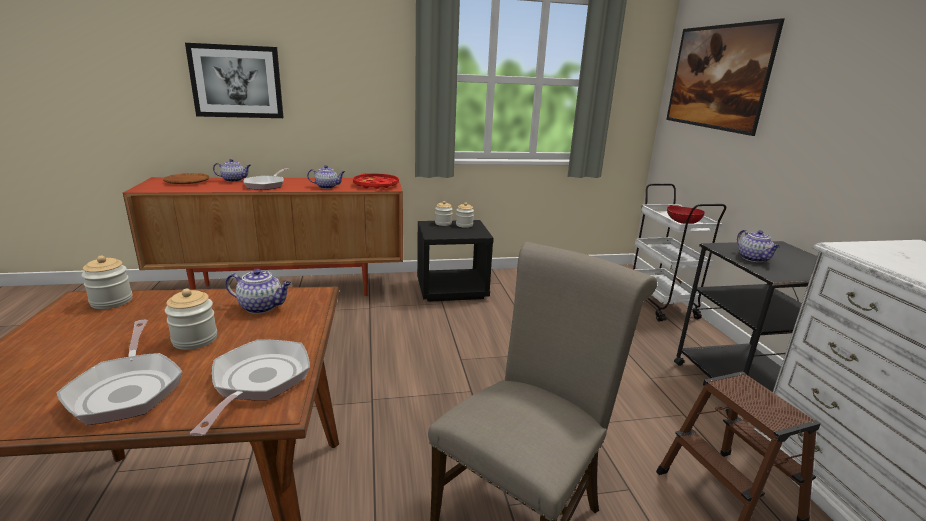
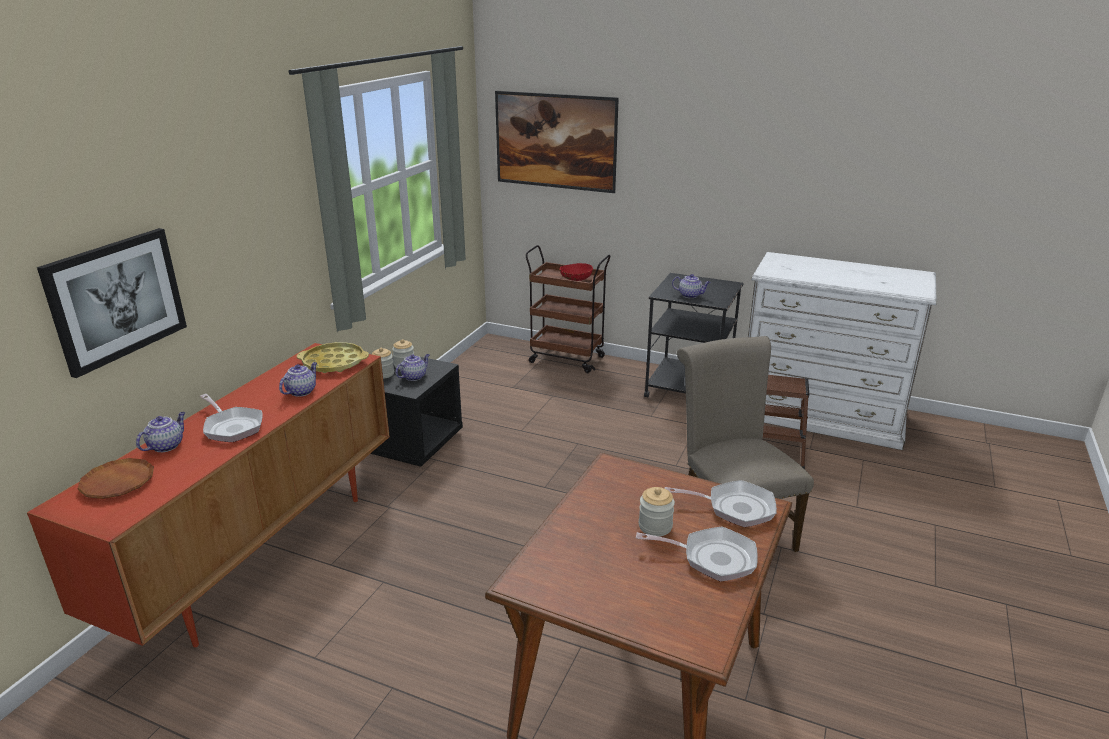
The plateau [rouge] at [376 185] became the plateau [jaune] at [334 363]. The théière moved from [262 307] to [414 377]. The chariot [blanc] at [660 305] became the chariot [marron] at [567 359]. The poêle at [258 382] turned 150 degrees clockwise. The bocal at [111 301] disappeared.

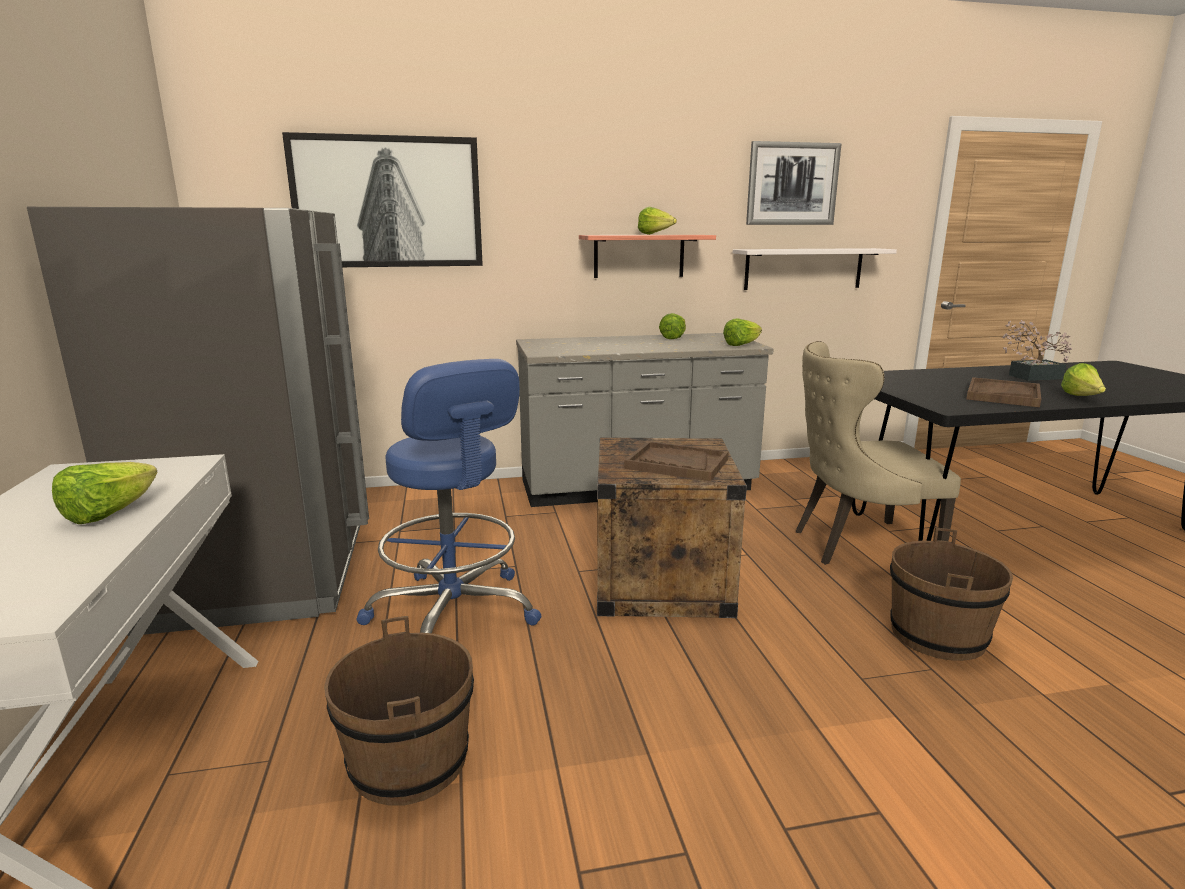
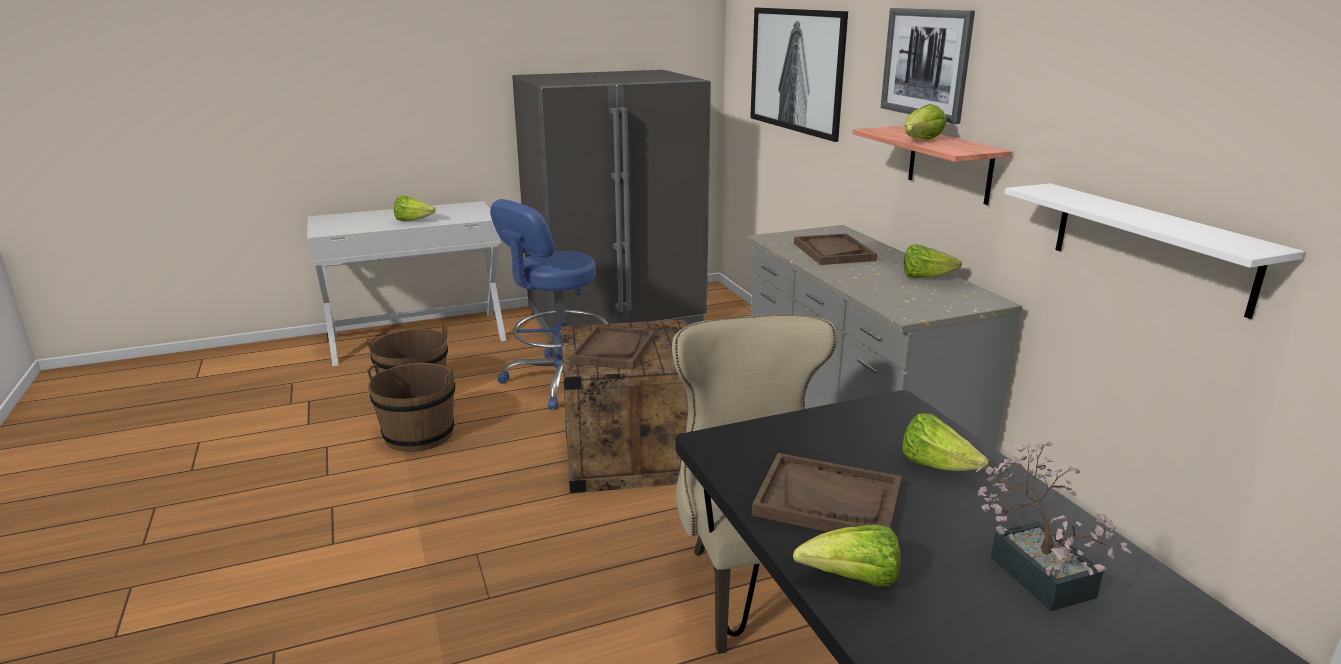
The seau [marron] moved from [938 635] to [419 435]. The plateau [marron] at [833 252] appeared. The tableau moved from [792 184] to [926 63]. The laitue moved from [741 345] to [936 466].

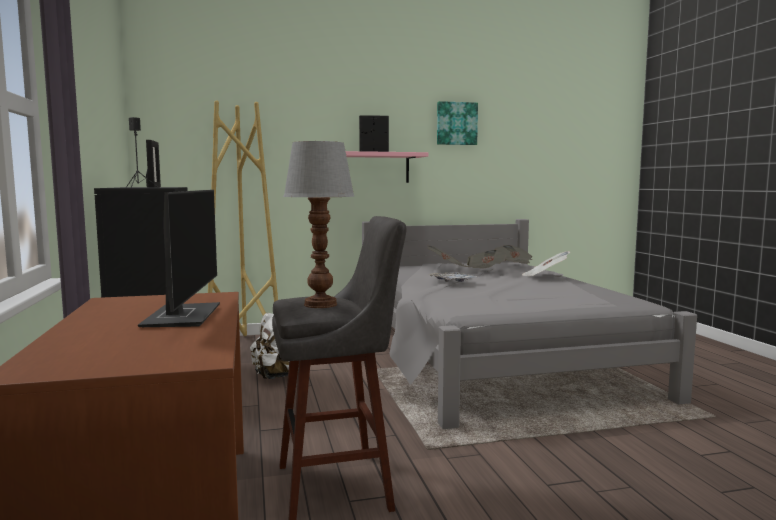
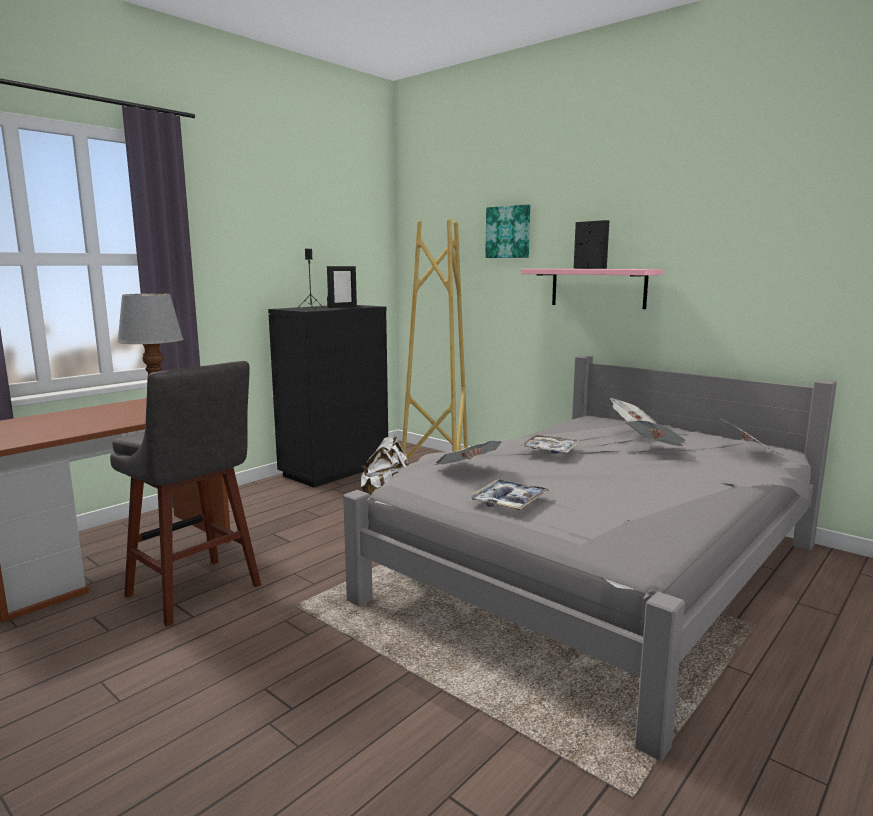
The journal moved from [544 276] to [467 471]. The plateau at [508 502] appeared. The tableau moved from [456 123] to [508 232]. The écran d'ordinateur at [182 316] disappeared.

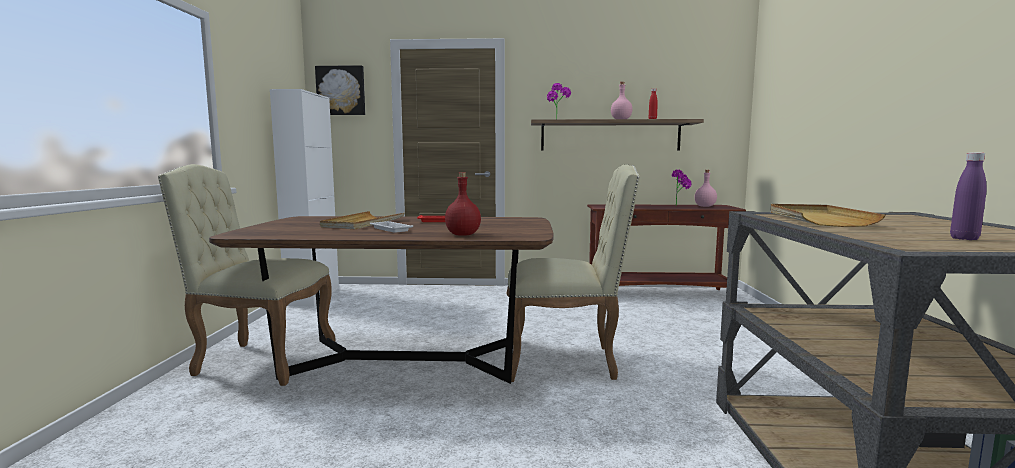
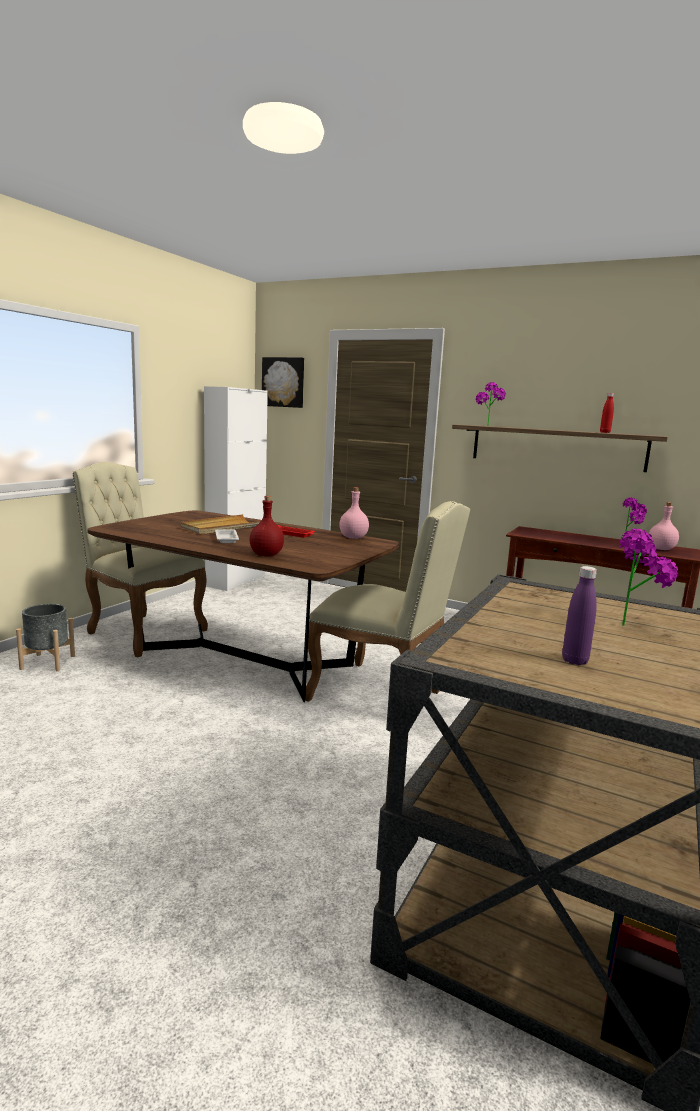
The cache-pot [gris] at [47 662] appeared. The bouteille [rose] moved from [620 119] to [353 537]. The plante en pot at [633 624] appeared. The plateau [beige] at [817 219] disappeared.

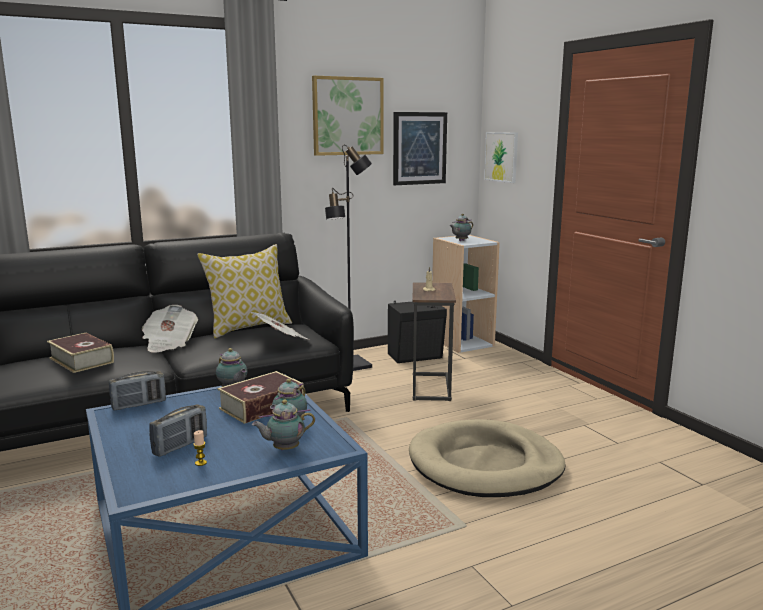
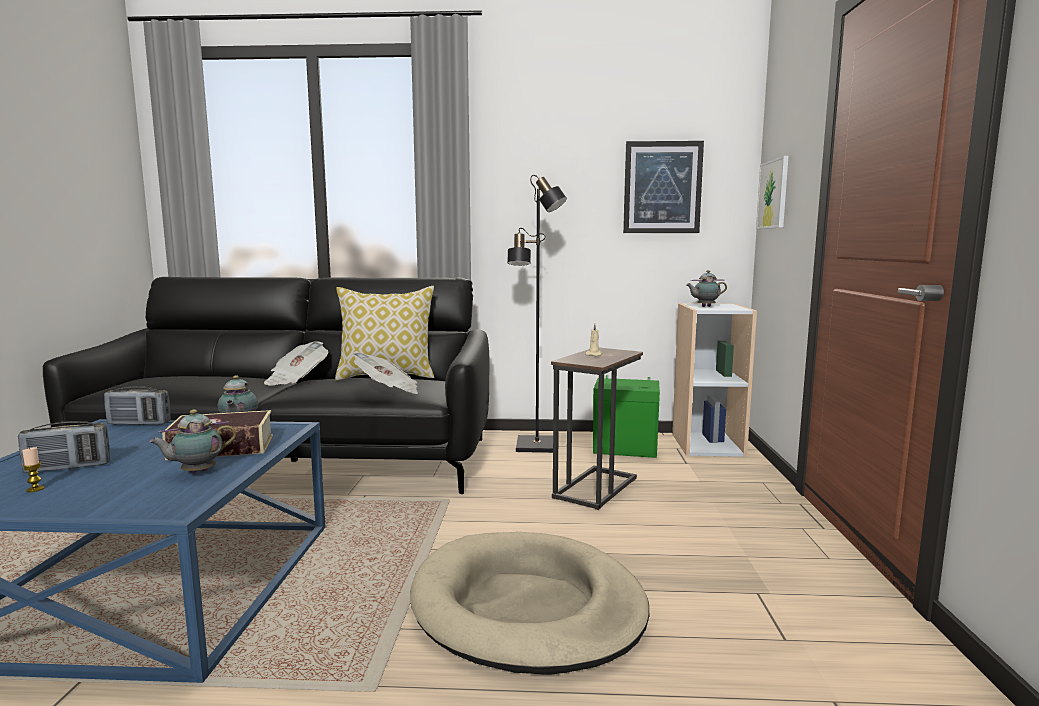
The enceinte [noir] at [416 357] became the enceinte [vert] at [626 450]. The livre at [81 360] disappeared. The théière at [284 449] disappeared. The tableau at [347 116] disappeared.

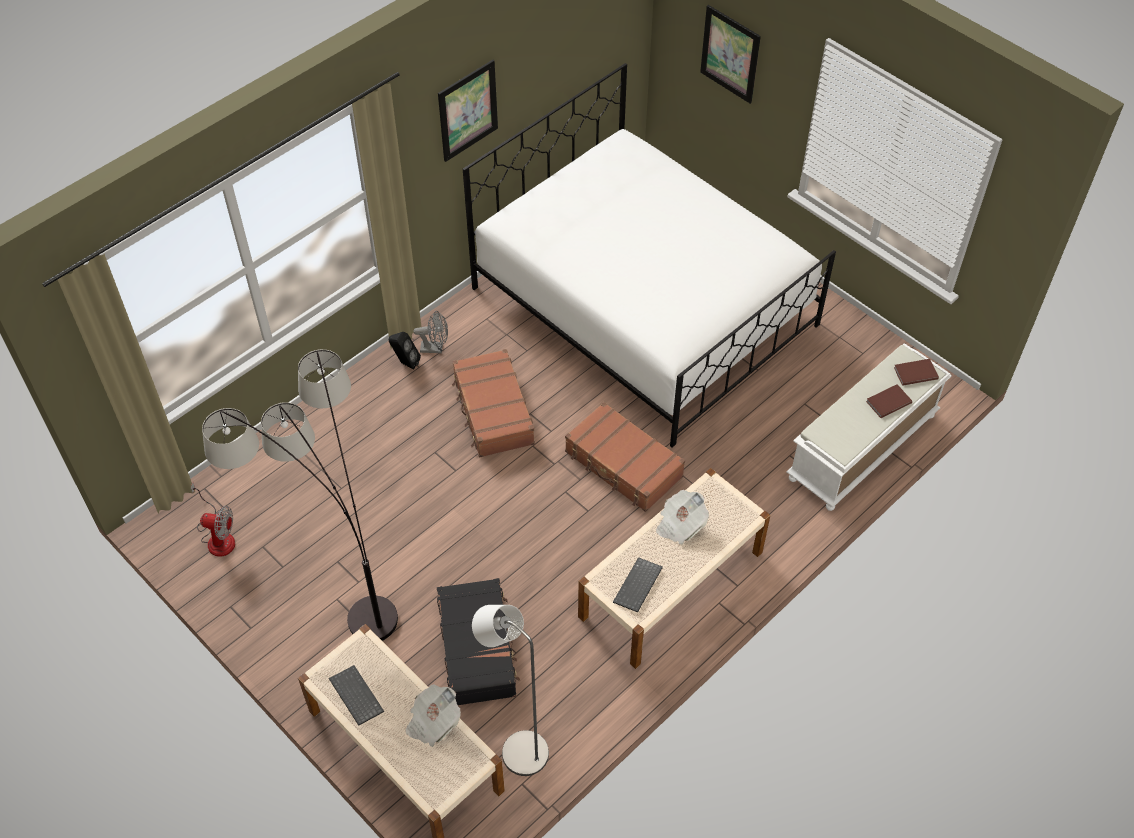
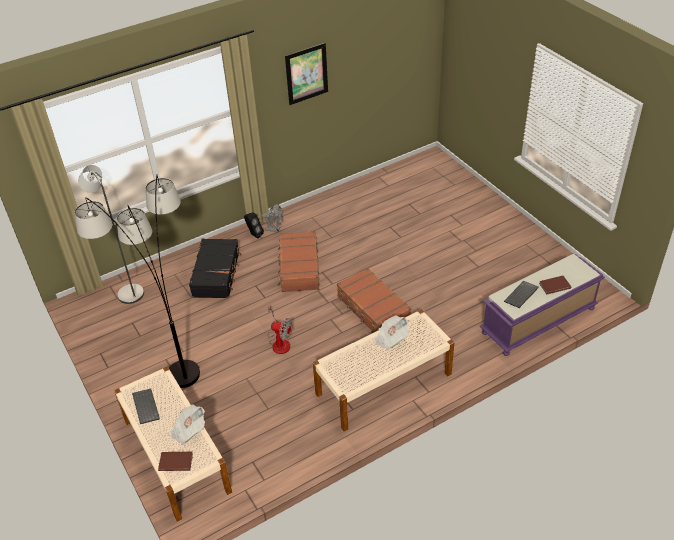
The lampadaire [gris] moved from [517 748] to [128 291]. The livre [marron] moved from [914 373] to [175 461]. The valise [noir] moved from [478 648] to [217 274]. The ventilateur moved from [217 537] to [279 342]. The banc [blanc] at [862 448] became the banc [violet] at [538 321]. The clavier moved from [638 586] to [521 295]. The lit [blanc] at [643 306] disappeared. The tableau at [730 54] disappeared.

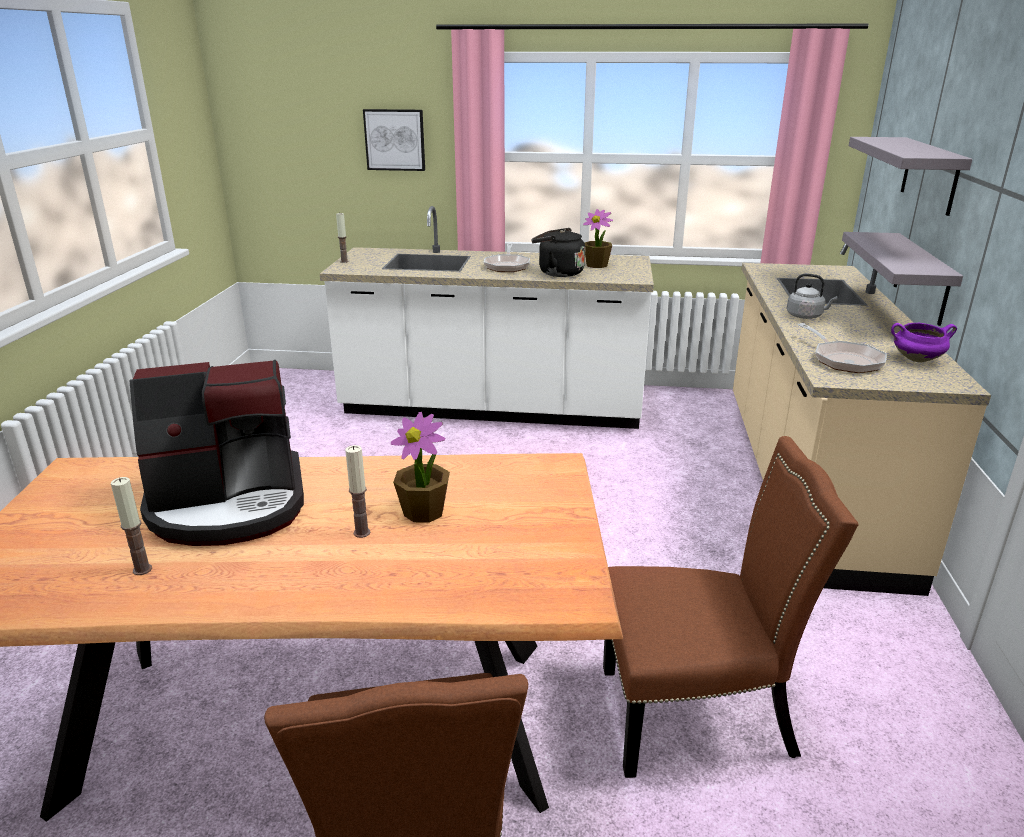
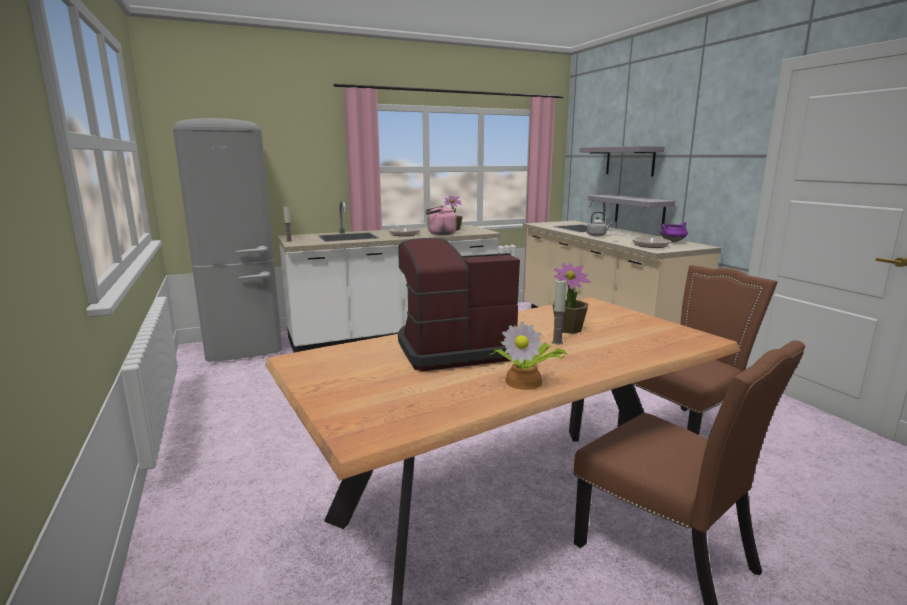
The réfrigérateur [gris] at [245 348] appeared. The machine à café at [229 505] turned 150 degrees counterclockwise. The bouilloire [noir] at [557 273] became the bouilloire [rose] at [439 233]. The plante en pot at [525 380] appeared. The bougie at [142 569] disappeared. The tableau at [395 140] disappeared.

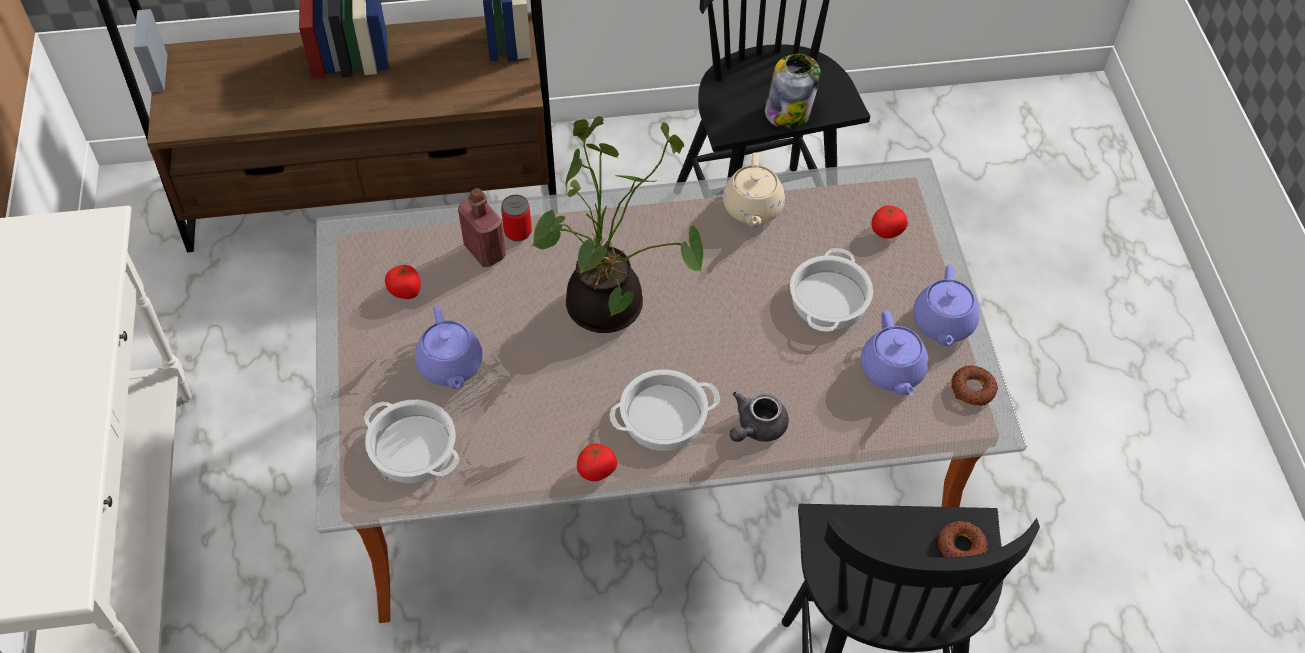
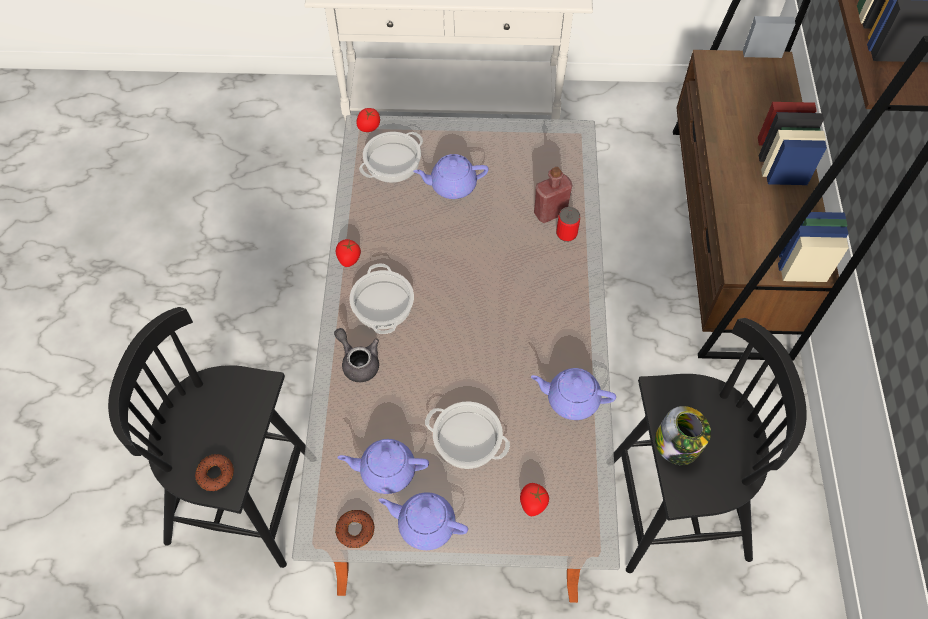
The tomate moved from [405 291] to [369 127]. The théière [beige] at [752 208] became the théière [violet] at [571 399]. The plante en pot at [611 307] disappeared.

